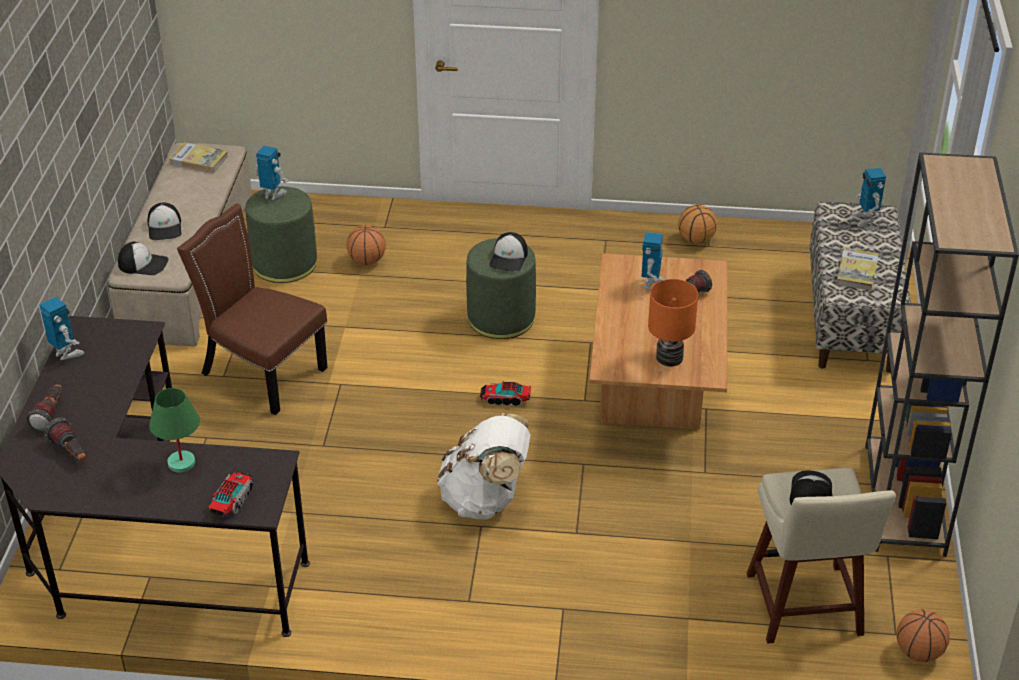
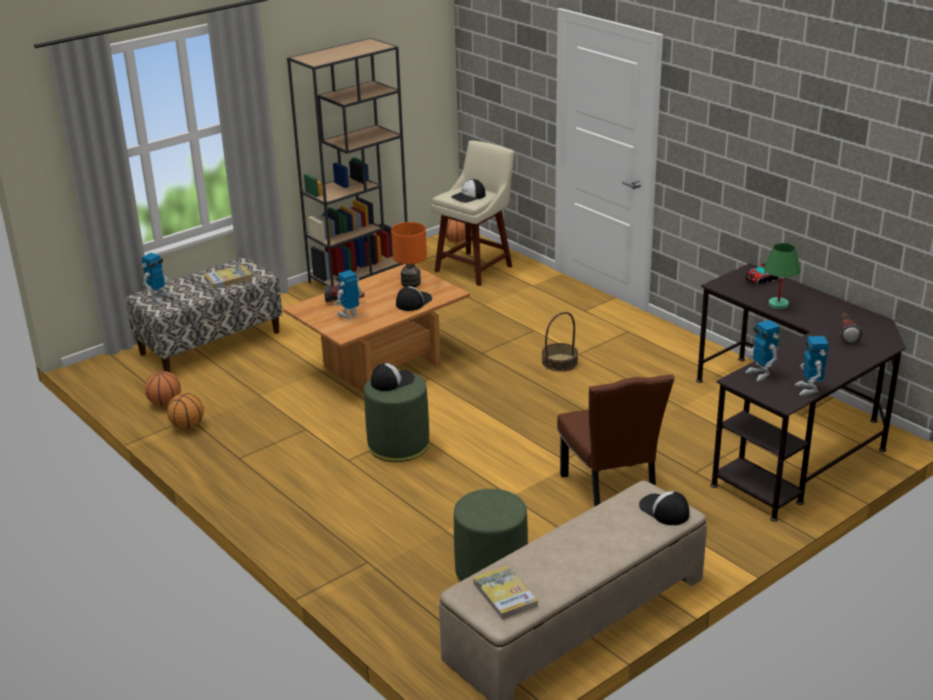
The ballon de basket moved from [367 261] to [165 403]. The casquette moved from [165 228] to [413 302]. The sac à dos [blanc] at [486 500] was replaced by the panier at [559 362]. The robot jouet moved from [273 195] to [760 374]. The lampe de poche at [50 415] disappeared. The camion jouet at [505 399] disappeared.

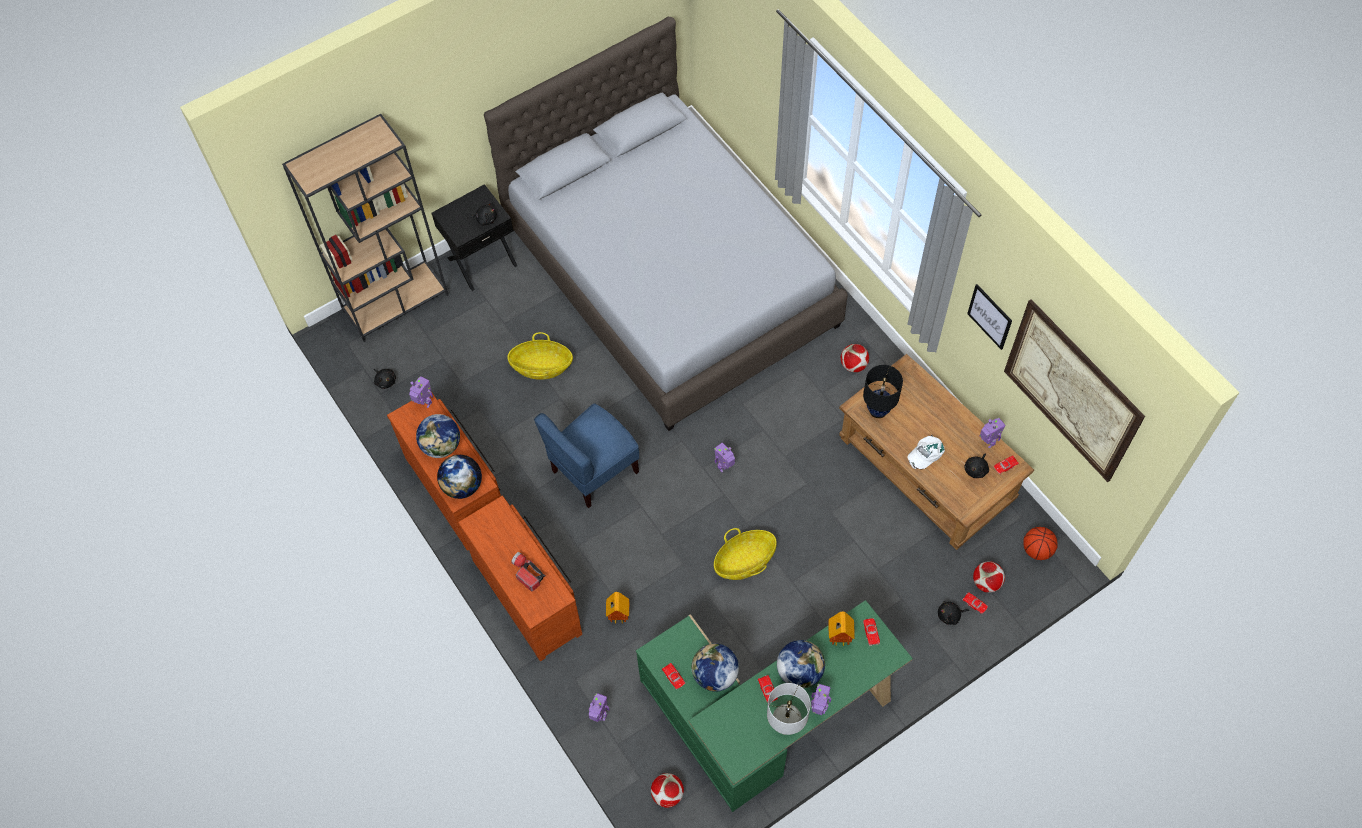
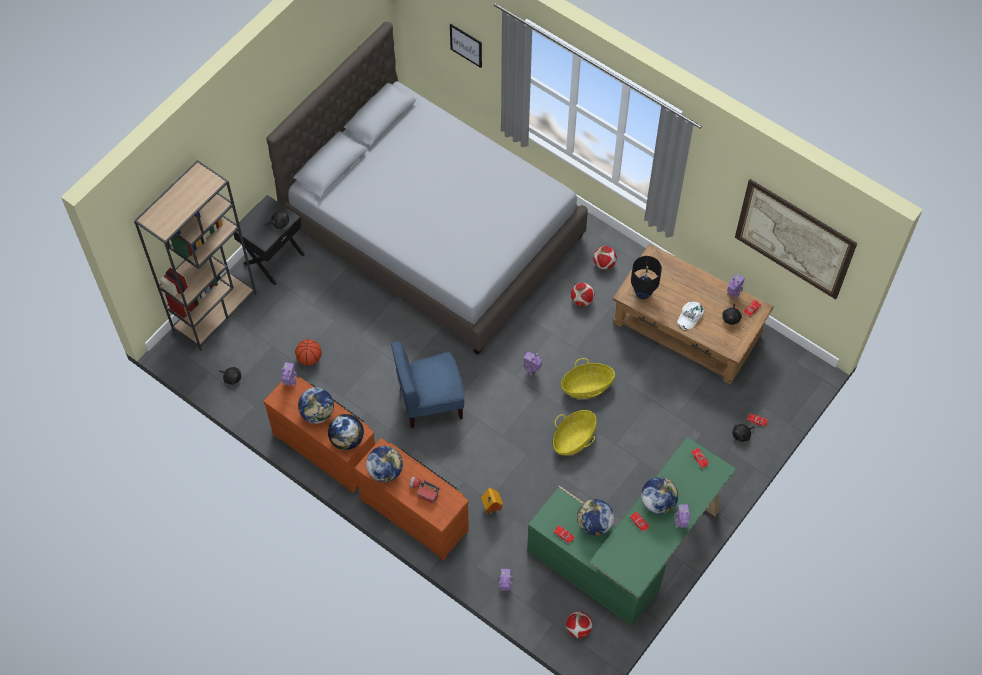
The ballon de basket moved from [1037 550] to [309 358]. The globe at [385 471] appeared. The chaise [bleu] at [594 471] turned 45 degrees clockwise. The tableau moved from [989 316] to [466 45]. The panier moved from [542 367] to [587 386]. The ballon de foot moved from [986 582] to [582 300]. The lampe de table [blanc] at [786 724] disappeared. The maison miniature at [838 638] disappeared.

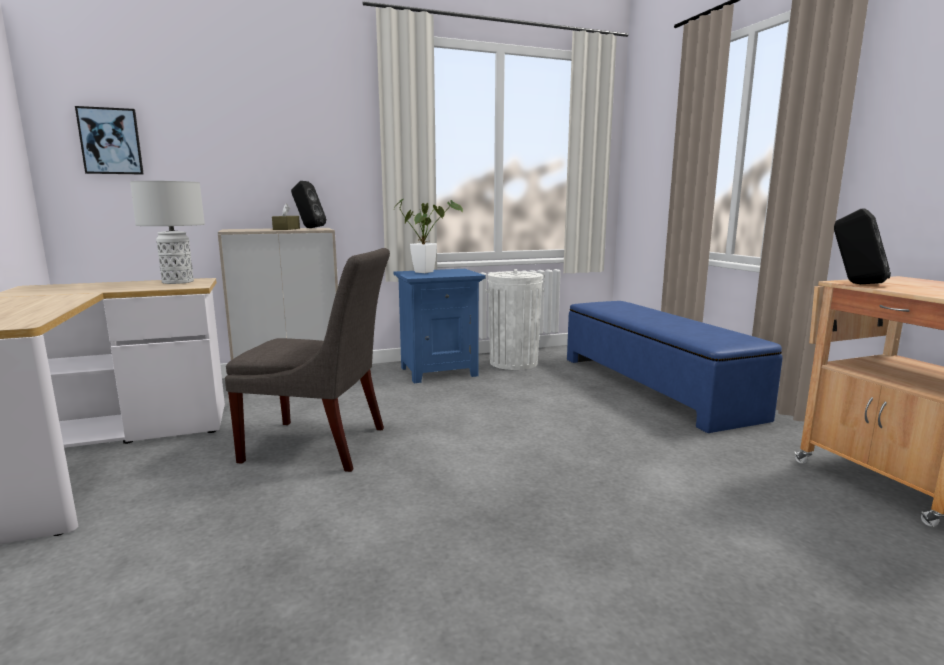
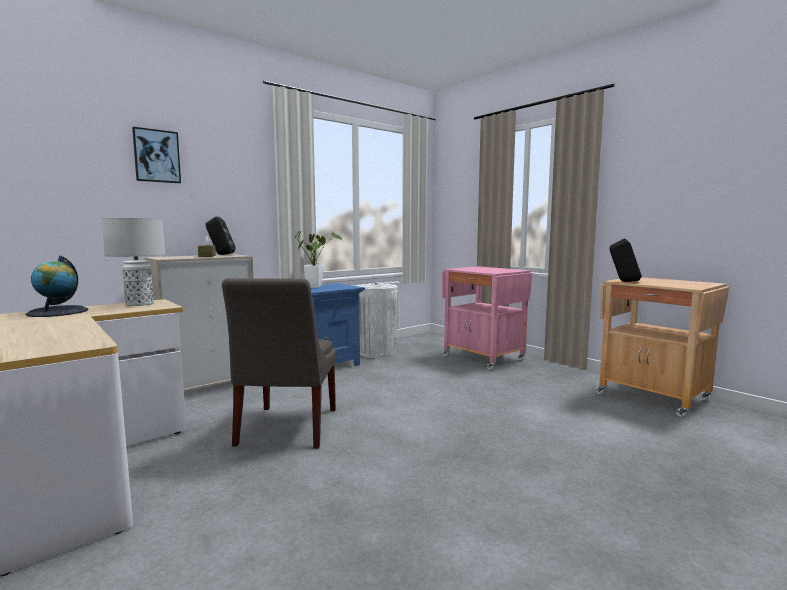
The globe at [58 312] appeared. The tableau moved from [111 141] to [156 156]. The chaise [gris] at [321 445] turned 105 degrees clockwise. The banc [bleu] at [654 386] was replaced by the chariot [rose] at [484 359].

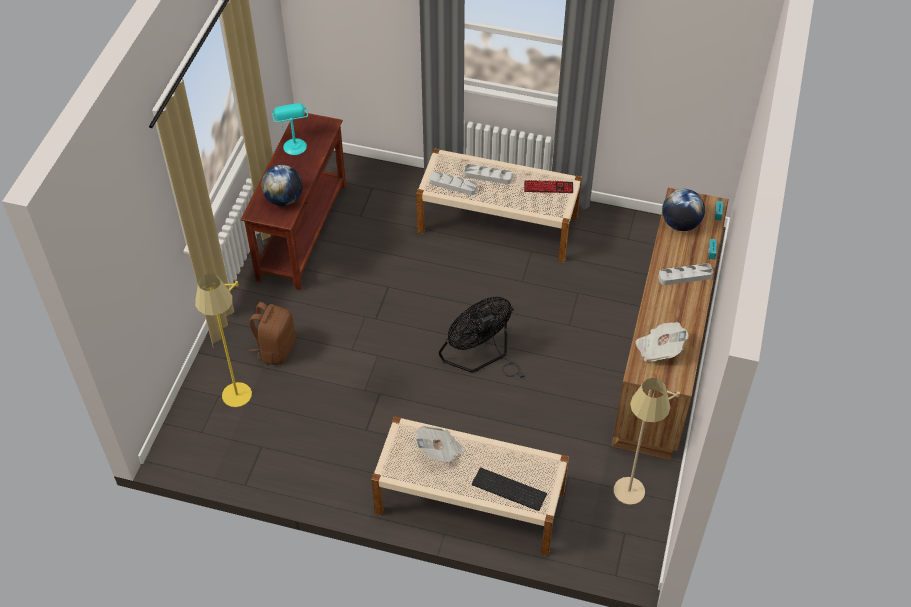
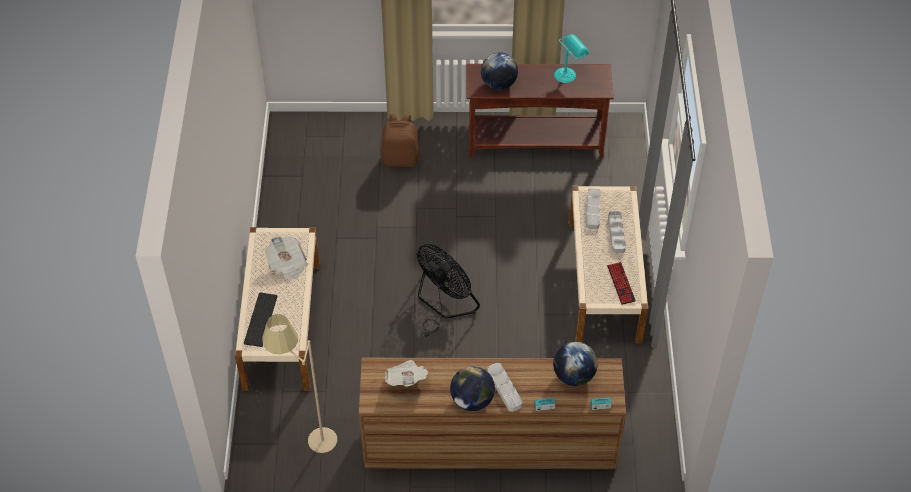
The globe at [472 400] appeared. The lampadaire [jaune] at [240 405] disappeared.

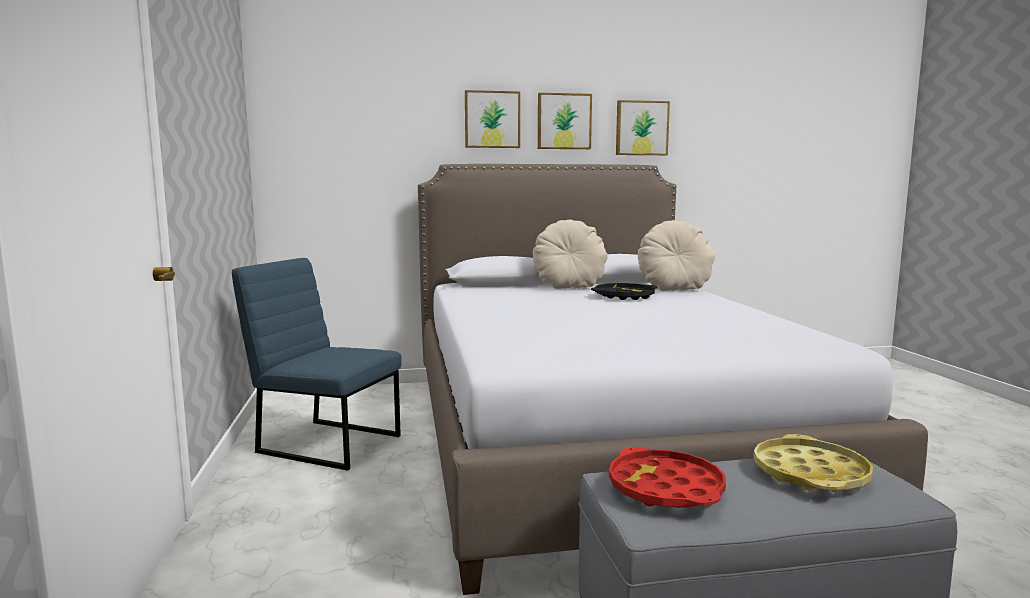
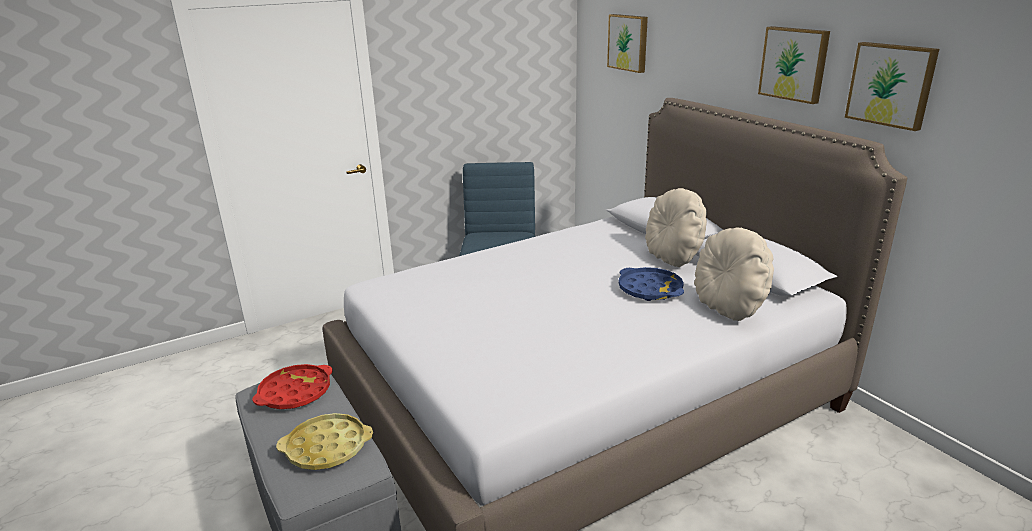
The tableau moved from [492 120] to [629 42]. The plateau [noir] at [624 296] became the plateau [bleu] at [650 289].

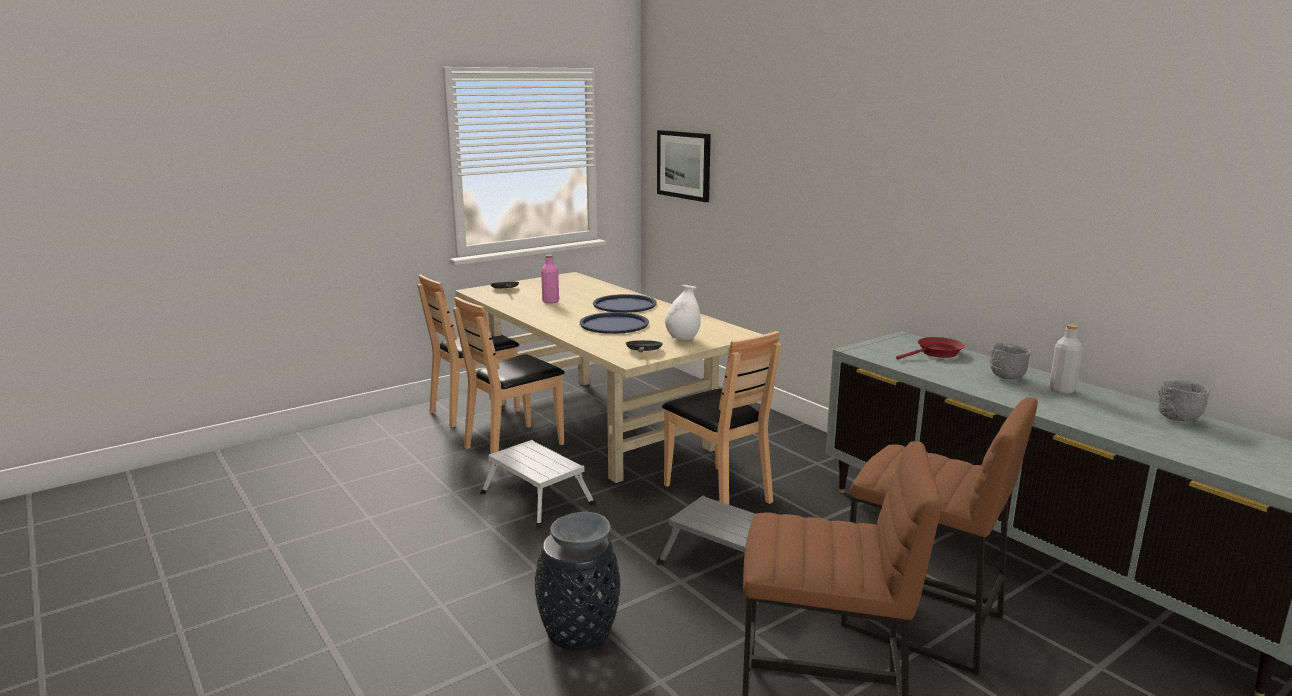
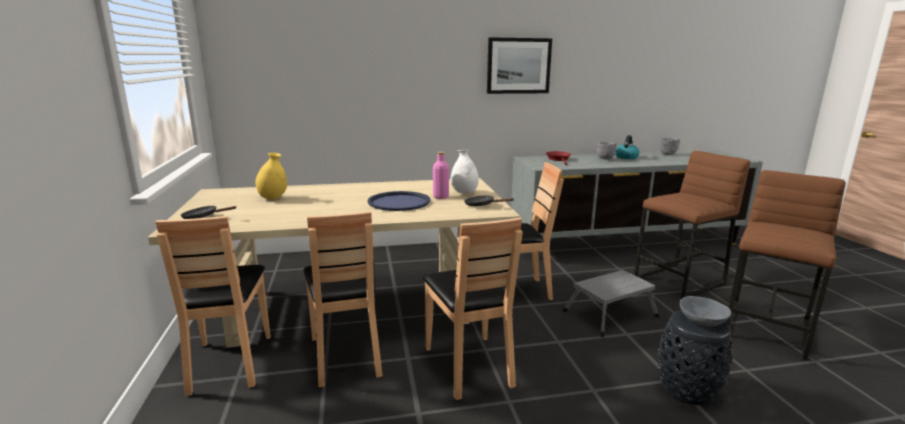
The vase [jaune] at [273 198] appeared. The escabeau [blanc] at [536 498] was replaced by the chaise [marron] at [469 365]. The bouteille [rose] moved from [550 301] to [440 197]. The tableau moved from [684 165] to [518 66]. The bouteille [gris] at [1061 390] was replaced by the bouilloire at [626 157]. The plateau [bleu] at [624 305] disappeared.

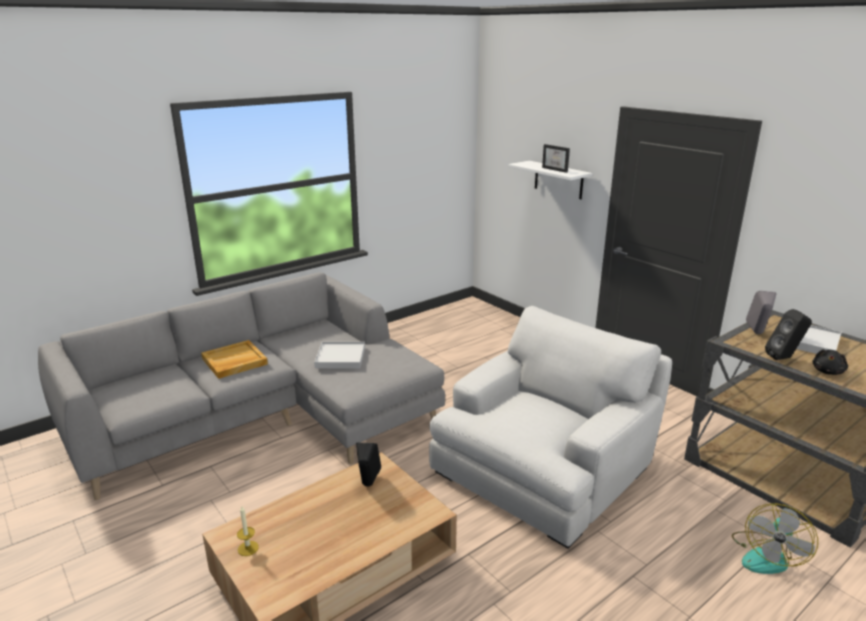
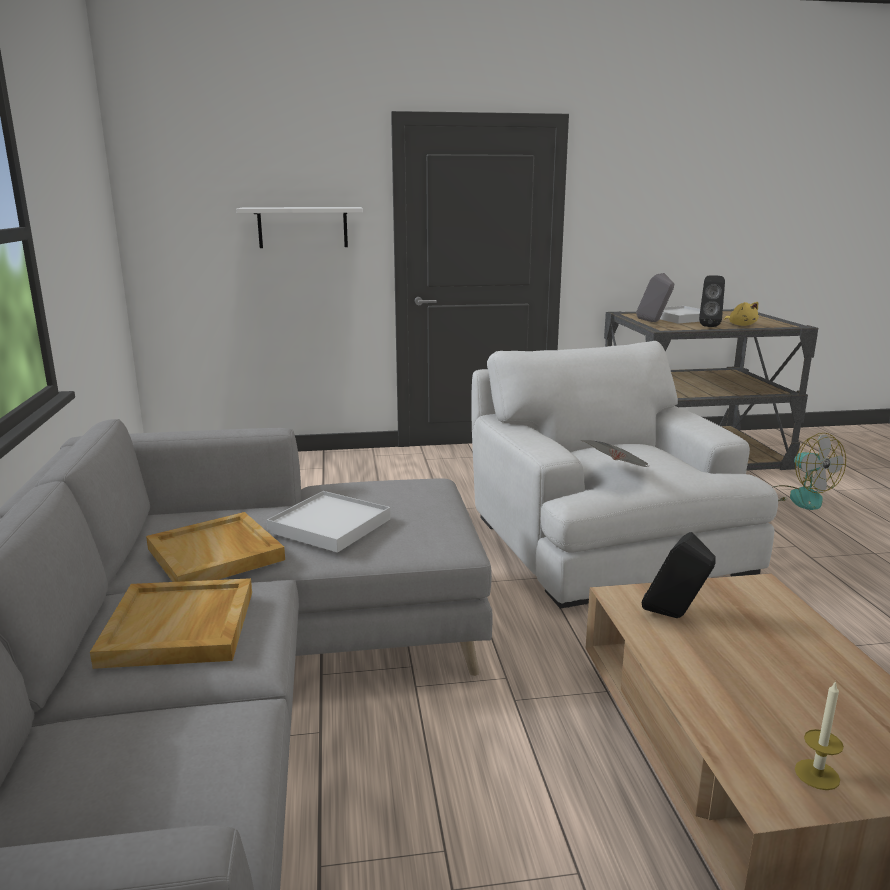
The plateau [beige] at [217 554] appeared. The journal at [617 472] appeared. The peluche [noir] at [828 371] became the peluche [jaune] at [741 325]. The cadre photo at [557 169] disappeared.

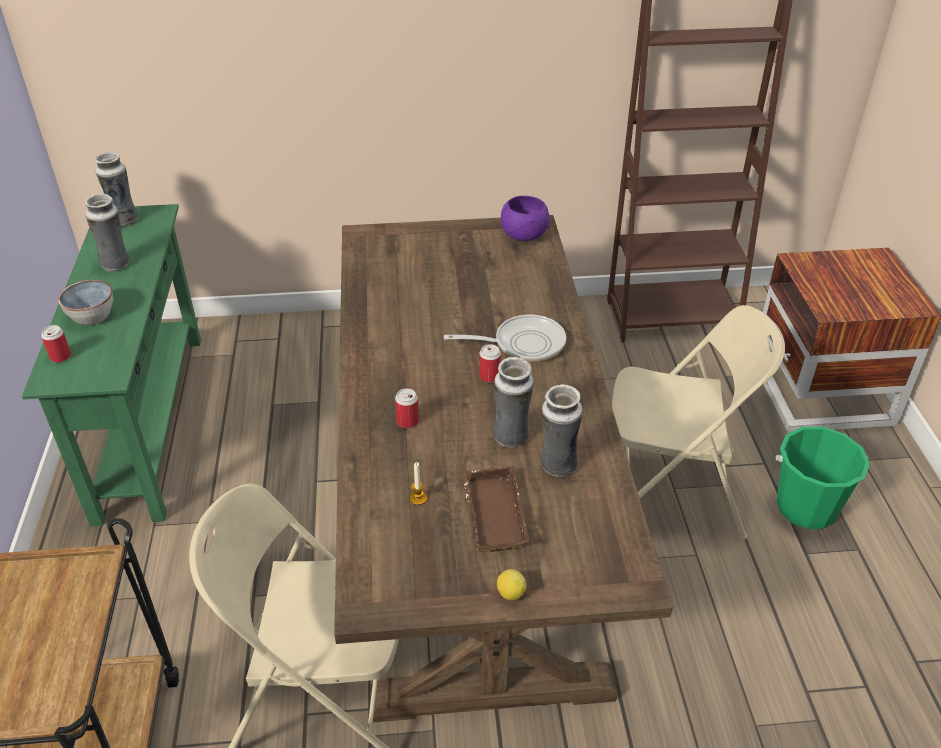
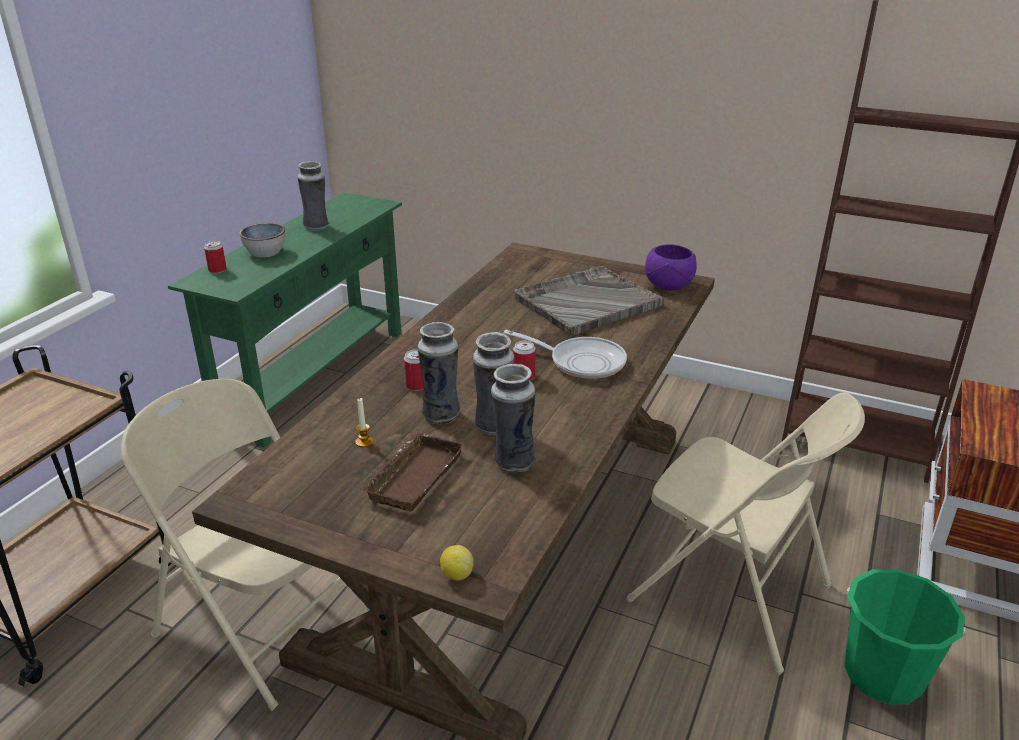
The vase moved from [124 220] to [441 415]. The citron moved from [510 593] to [457 574]. The plateau [gris] at [586 302] appeared.

